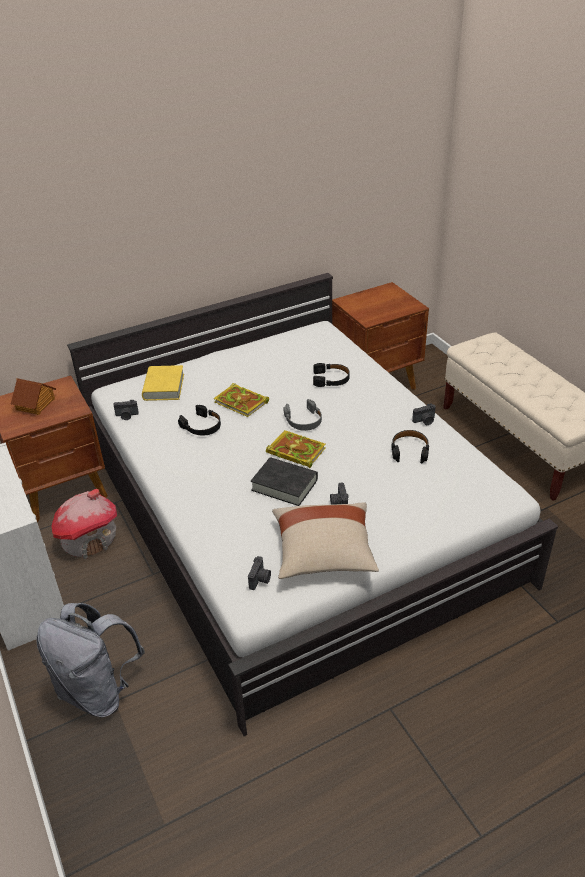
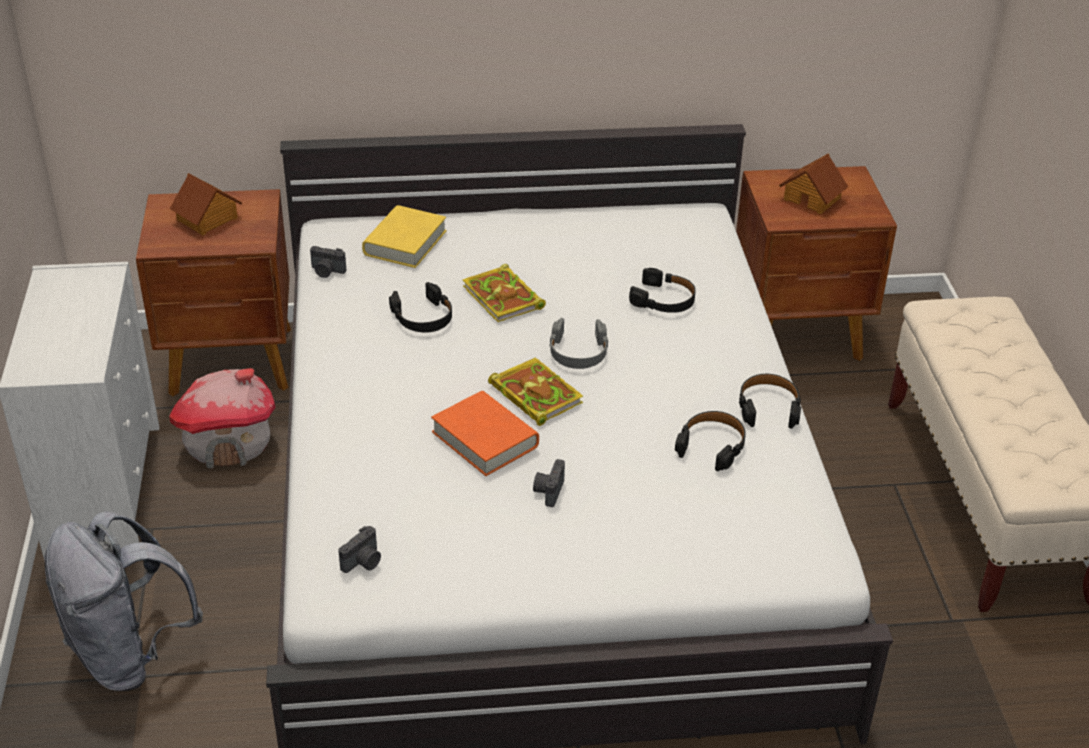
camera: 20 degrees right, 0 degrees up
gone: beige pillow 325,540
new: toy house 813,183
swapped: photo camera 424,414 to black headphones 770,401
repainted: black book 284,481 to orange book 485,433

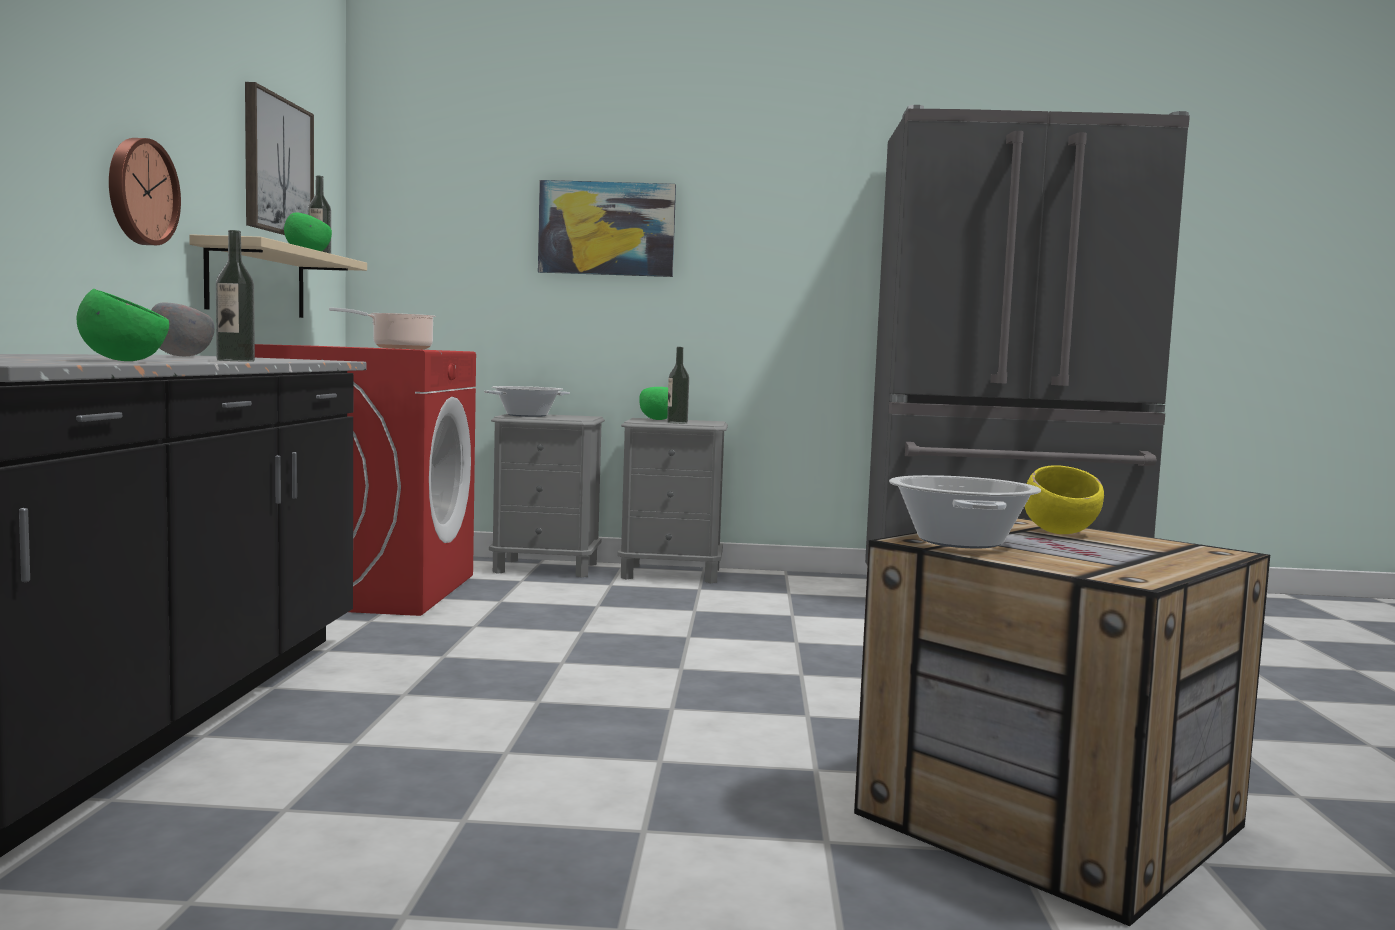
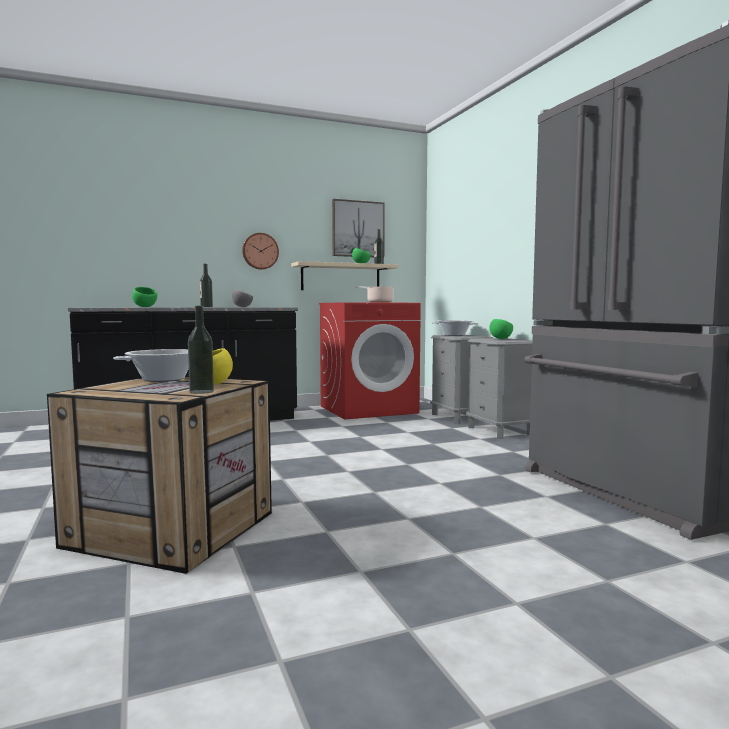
camera: 65 degrees right, 0 degrees up
gone: picture 607,228
shifted: bottle 678,385 to 201,350

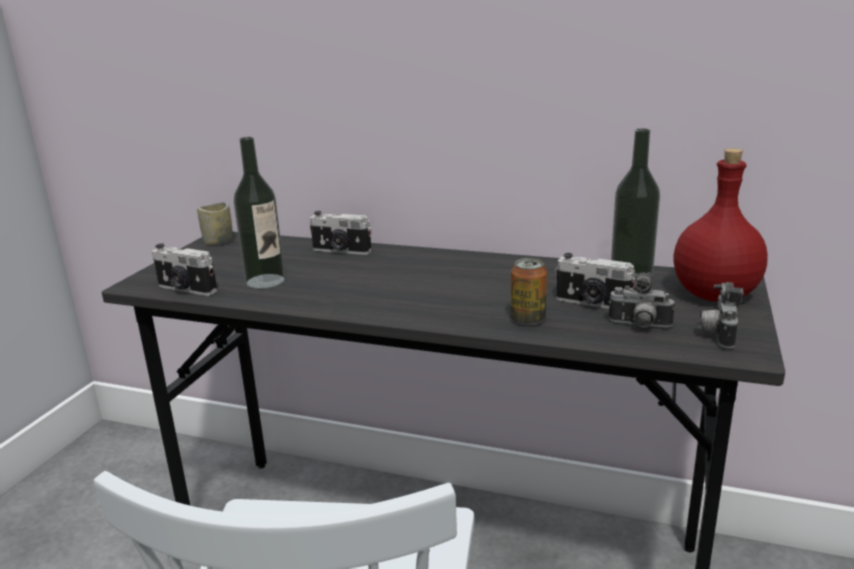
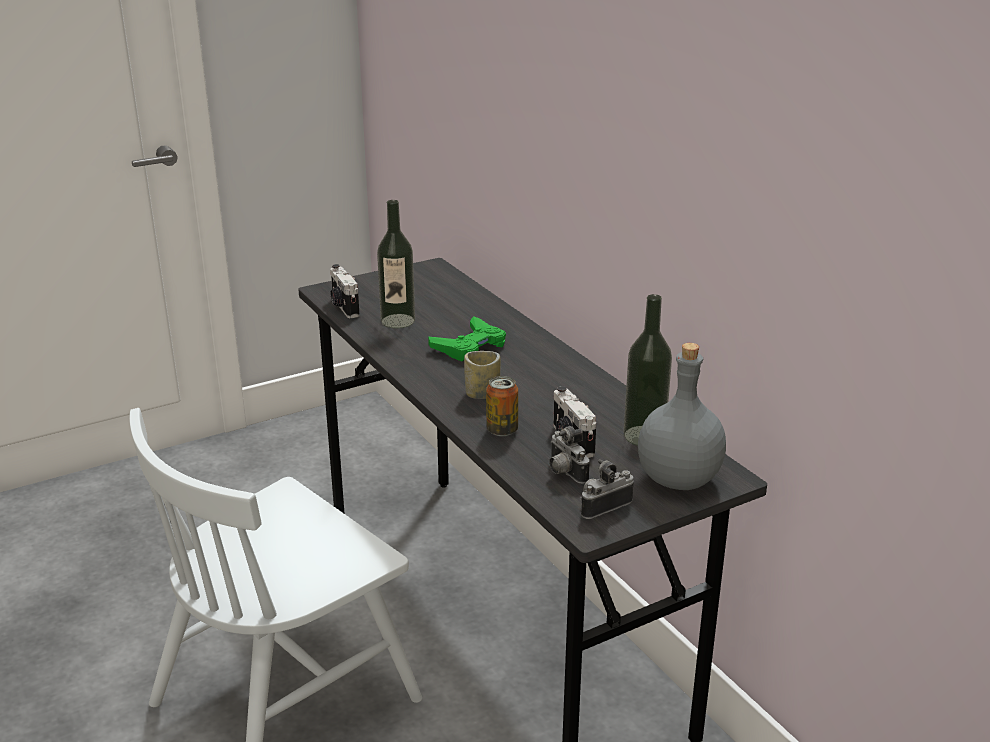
camera: 40 degrees right, 5 degrees up
gone: photo camera 340,233
new: green game controller 467,338
shifted: cup 215,223 to 482,375
repainted: red bottle 721,225 to grey bottle 682,416

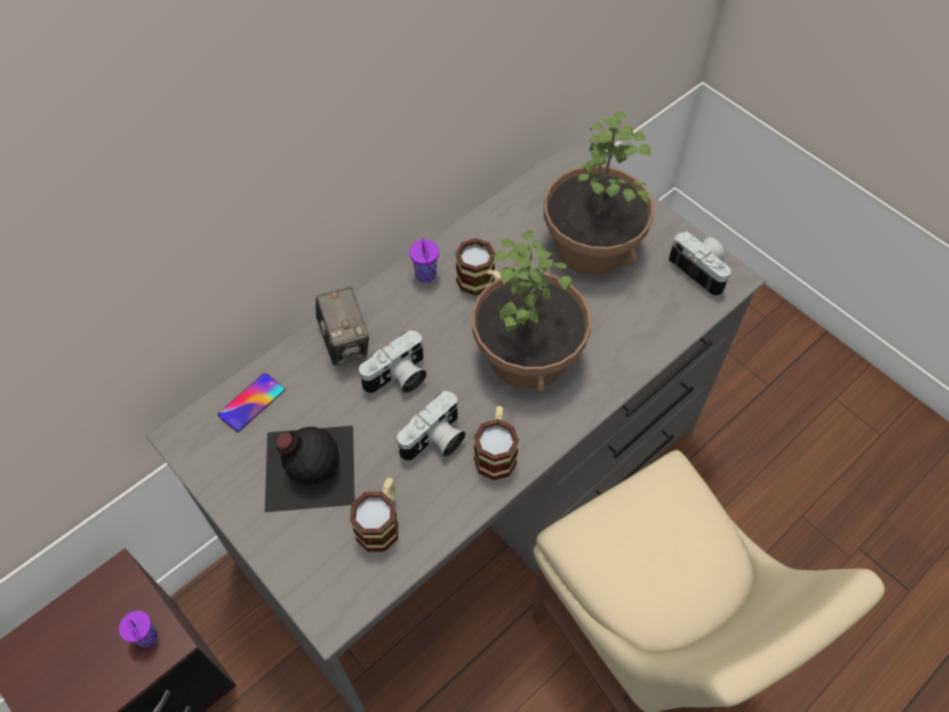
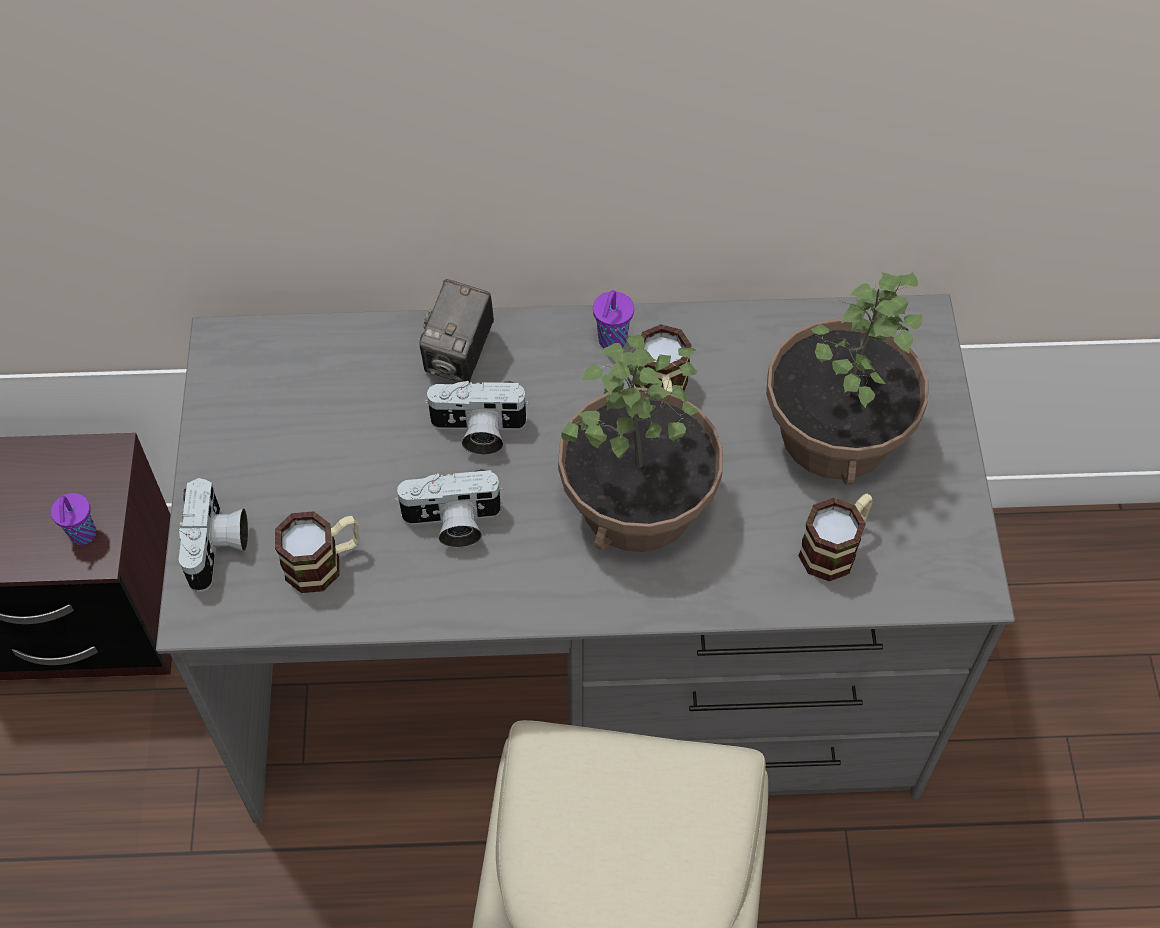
camera: 40 degrees right, 0 degrees up
gone: phone 251,402; black bottle 310,469
shifted: photo camera 700,264 to 213,535; mug 496,443 to 835,537

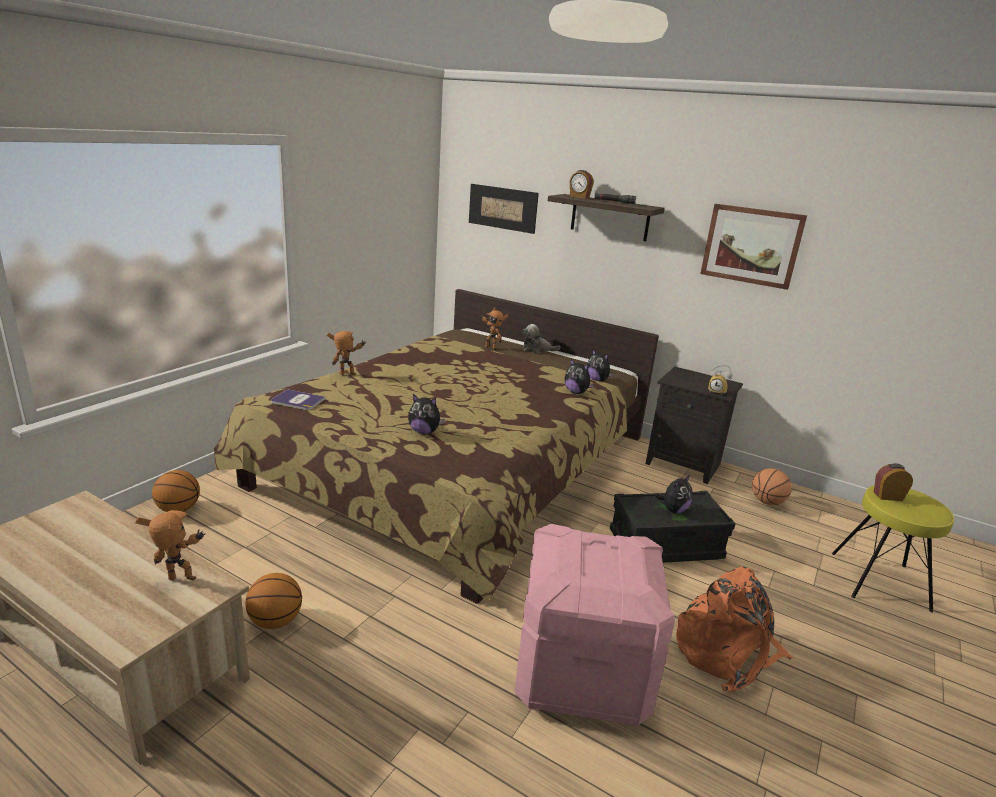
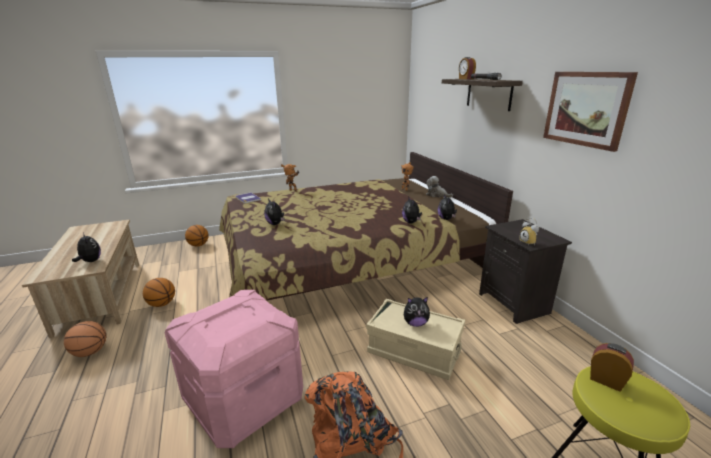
camera: 40 degrees right, 0 degrees up
gone: picture 504,209
shifted: basketball 772,486 to 85,339
swapped: toy robot 170,545 to plush toy 86,247
repainted: black storage box 673,527 to beige storage box 415,339

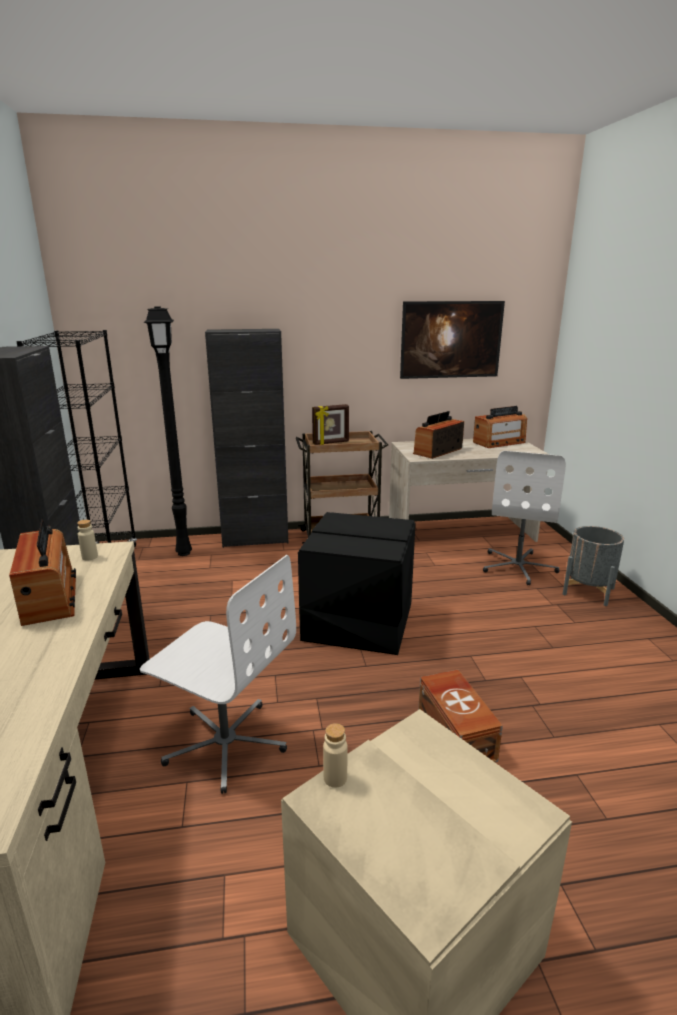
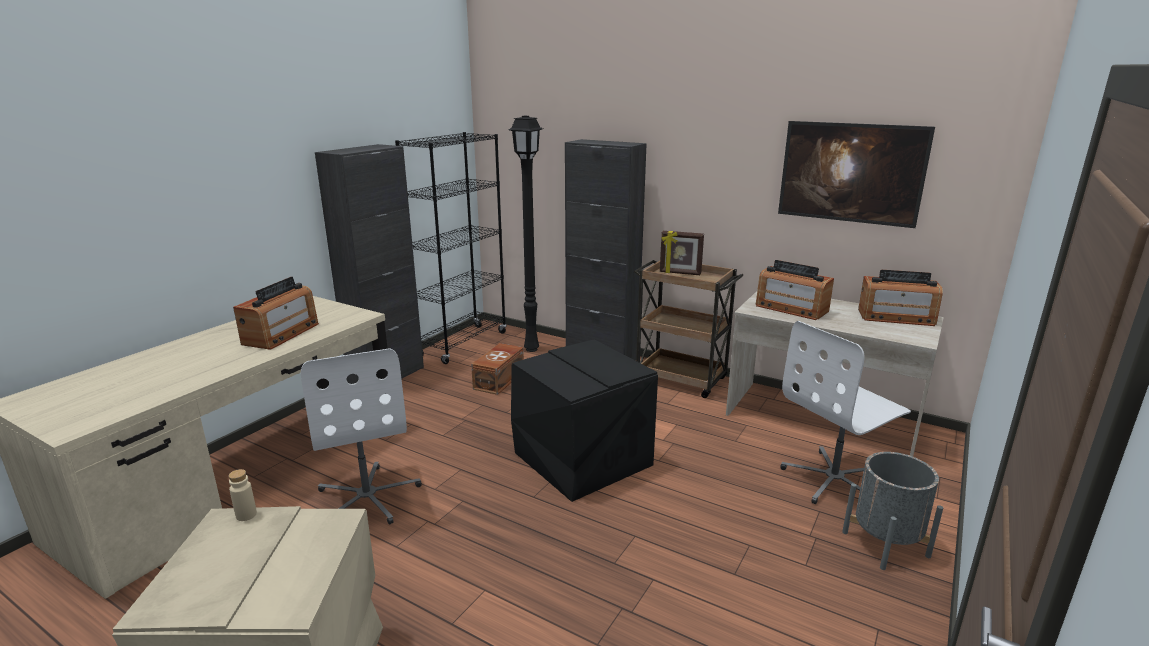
camera: 40 degrees right, 0 degrees up
gone: beige bottle 87,540
shifted: brown storage box 460,716 to 497,369
rotated: radio 438,435 = 795,290 135 degrees counterclockwise

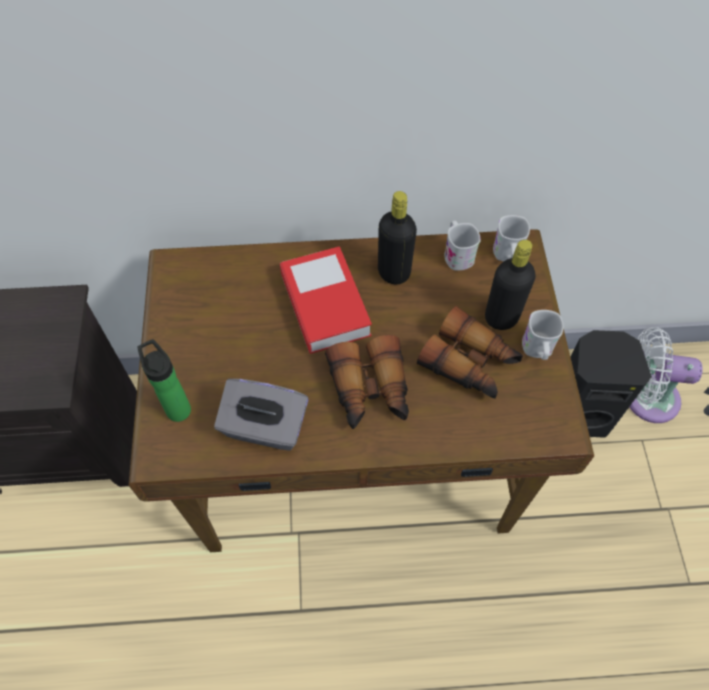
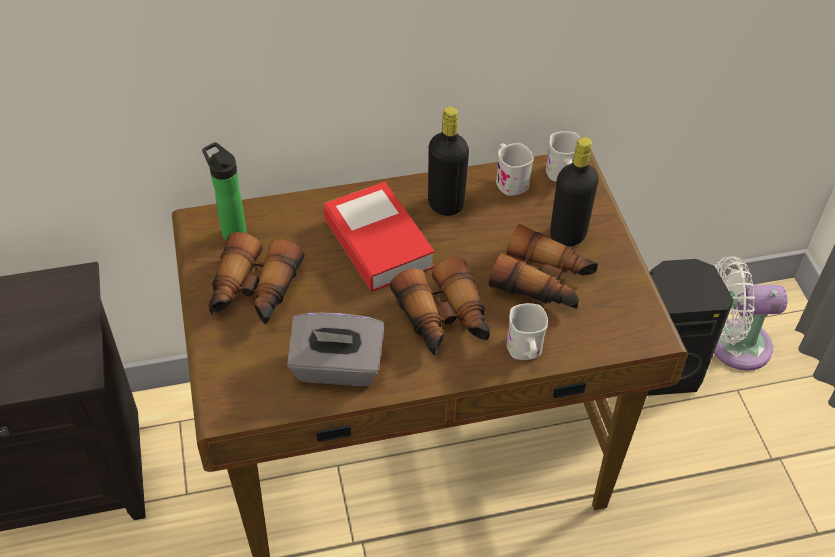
camera: 10 degrees left, 10 degrees down
new: binoculars 256,278
shifted: white mug 542,335 to 527,331; bottle 164,380 to 224,191

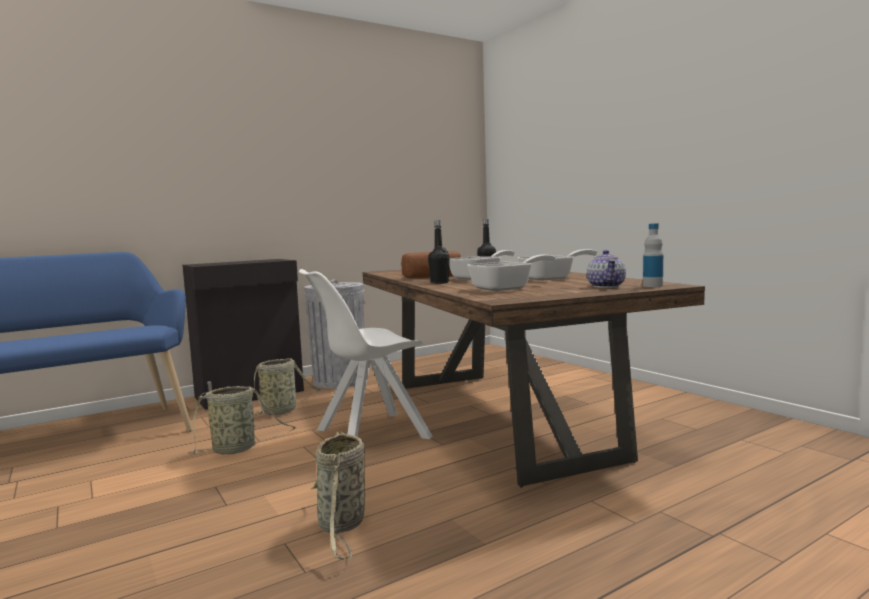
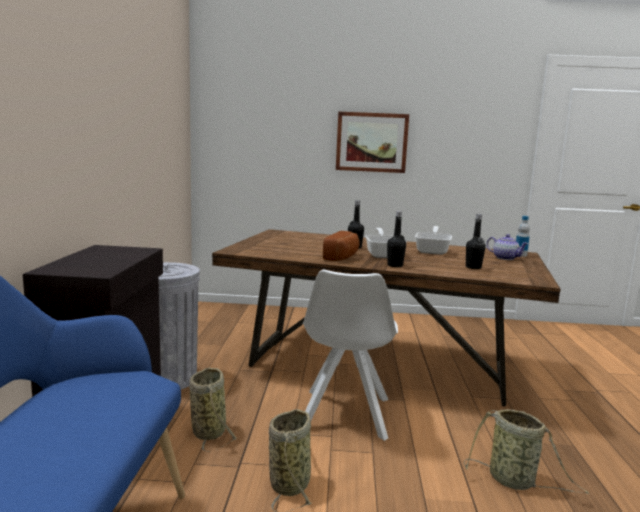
camera: 55 degrees left, 5 degrees up
new: picture 372,142
swapped: frying pan 511,273 to black bottle 476,241

